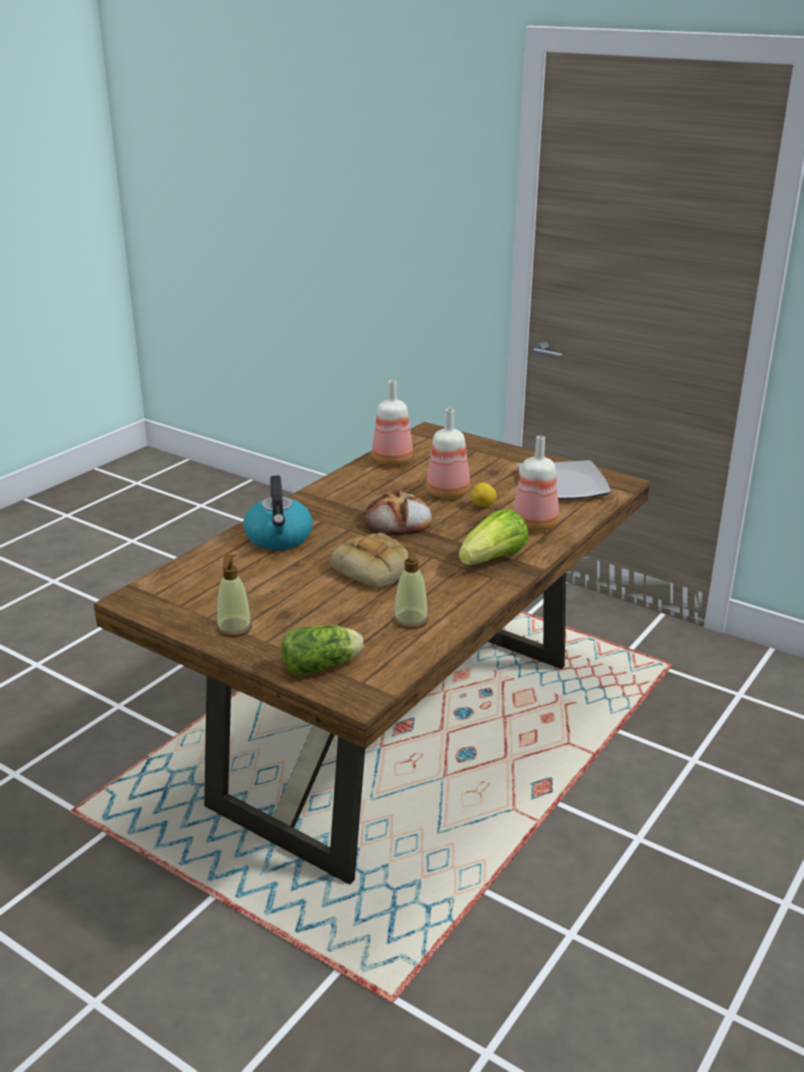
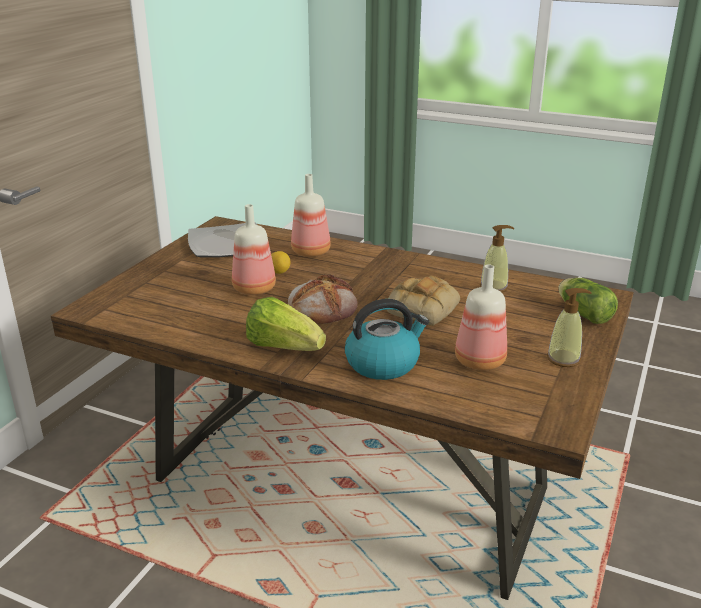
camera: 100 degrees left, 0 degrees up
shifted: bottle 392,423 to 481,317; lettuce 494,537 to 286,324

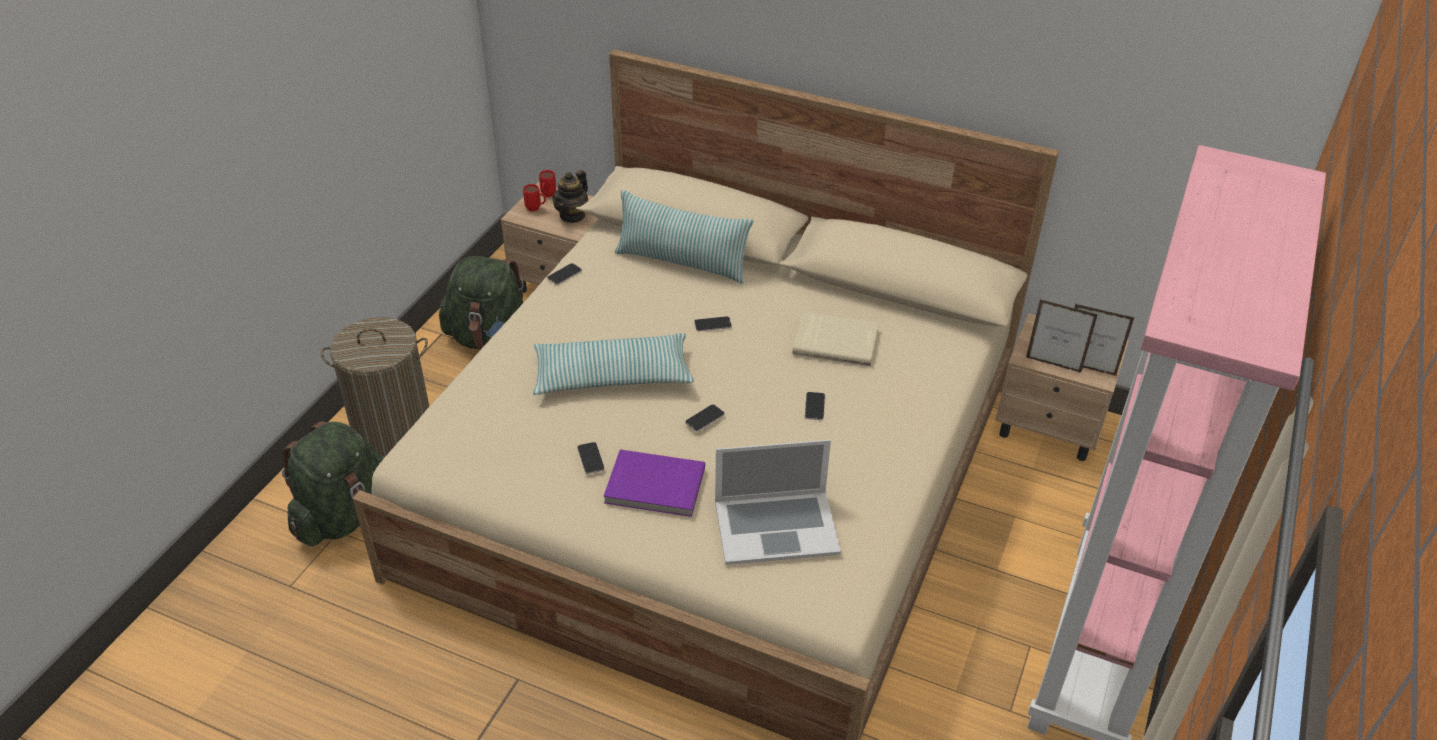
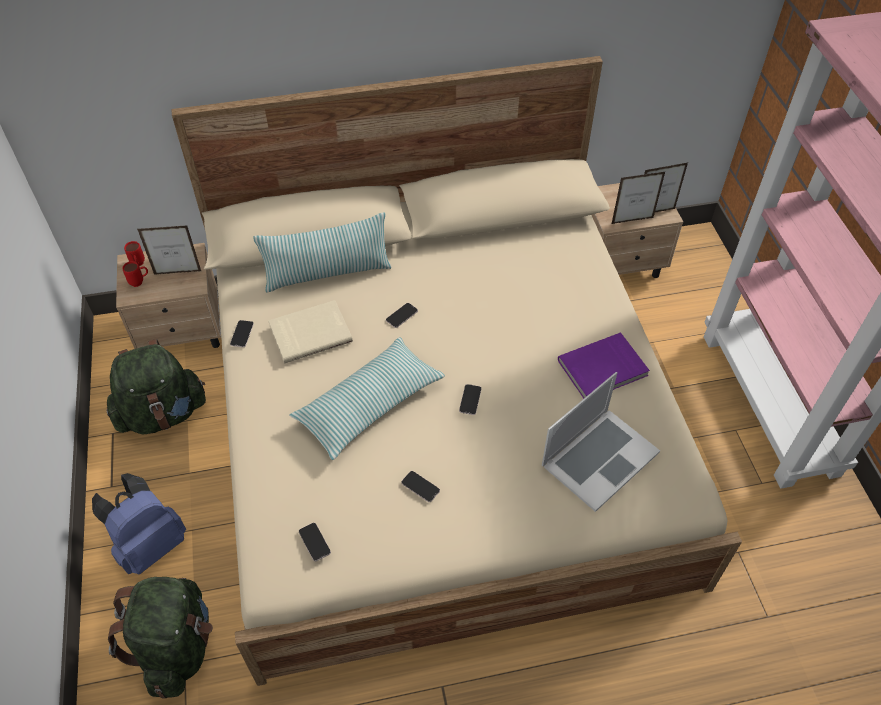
camera: 35 degrees left, 10 degrees up
shifted: beige book 836,338 to 310,332; phone 815,406 to 315,542; purple book 654,483 to 604,365
swapped: teapot 570,196 to picture frame 169,250; laundry basket 375,387 to blue backpack 139,524

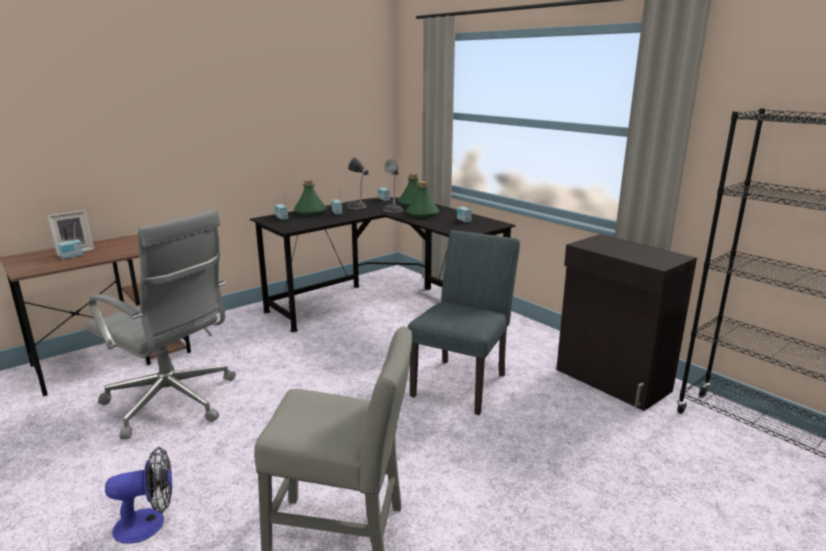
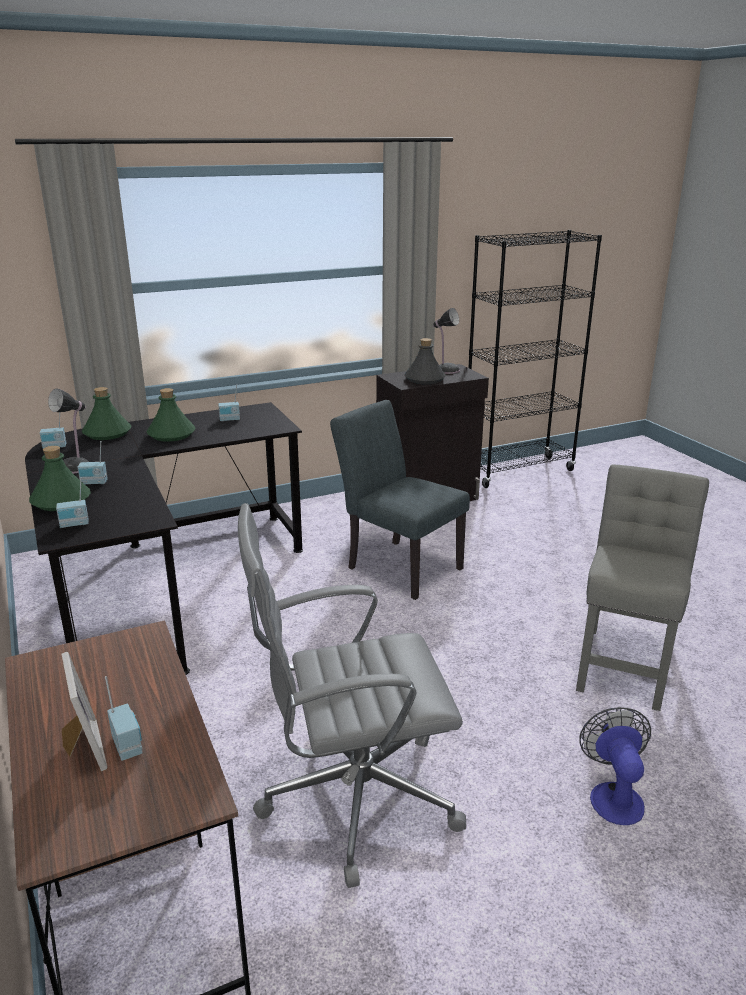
camera: 75 degrees left, 5 degrees up
new: grey bottle 425,361
shifted: table lamp 393,186 to 446,341
rotated: grey office chair 160,324 = 352,695 150 degrees counterclockwise

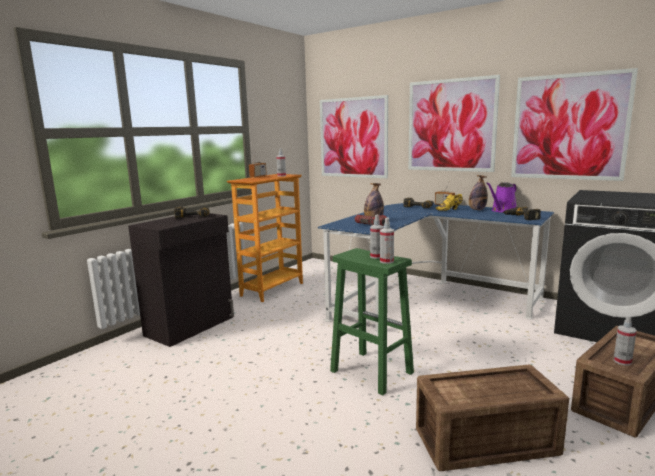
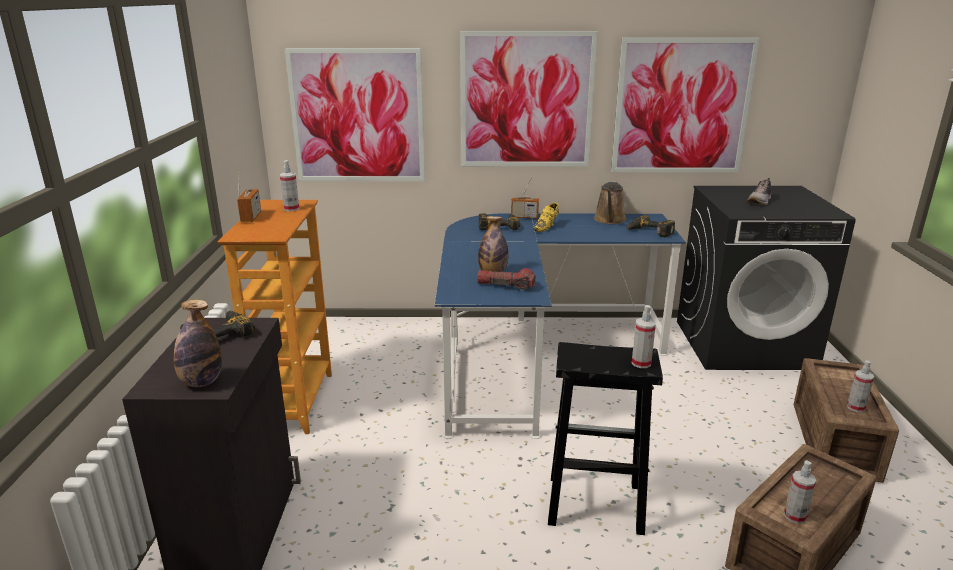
camera: 35 degrees left, 10 degrees up
new: shoe 759,191
shifted: bottle 478,192 to 198,343; spray bottle 376,237 to 800,492
repainted: purple watering can 501,197 to brown watering can 610,202; green stool 372,321 to black stool 605,438

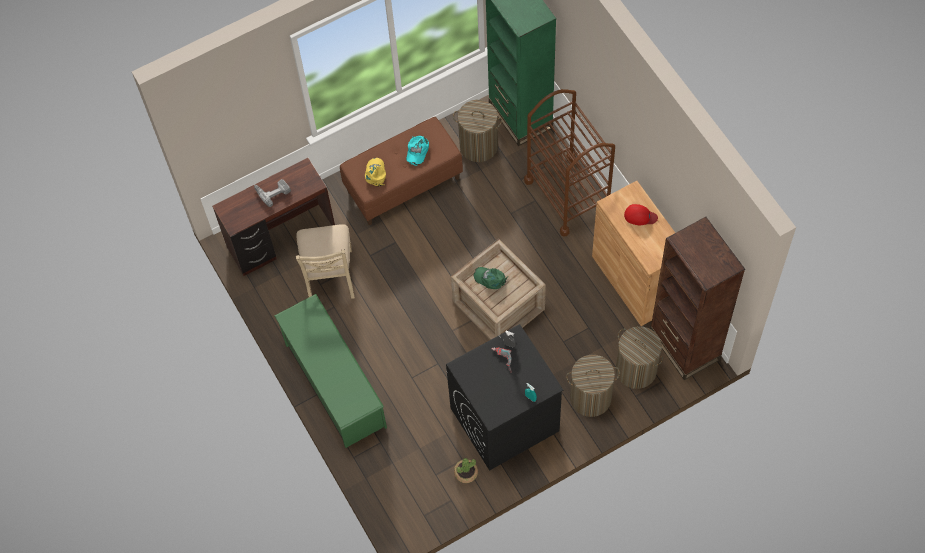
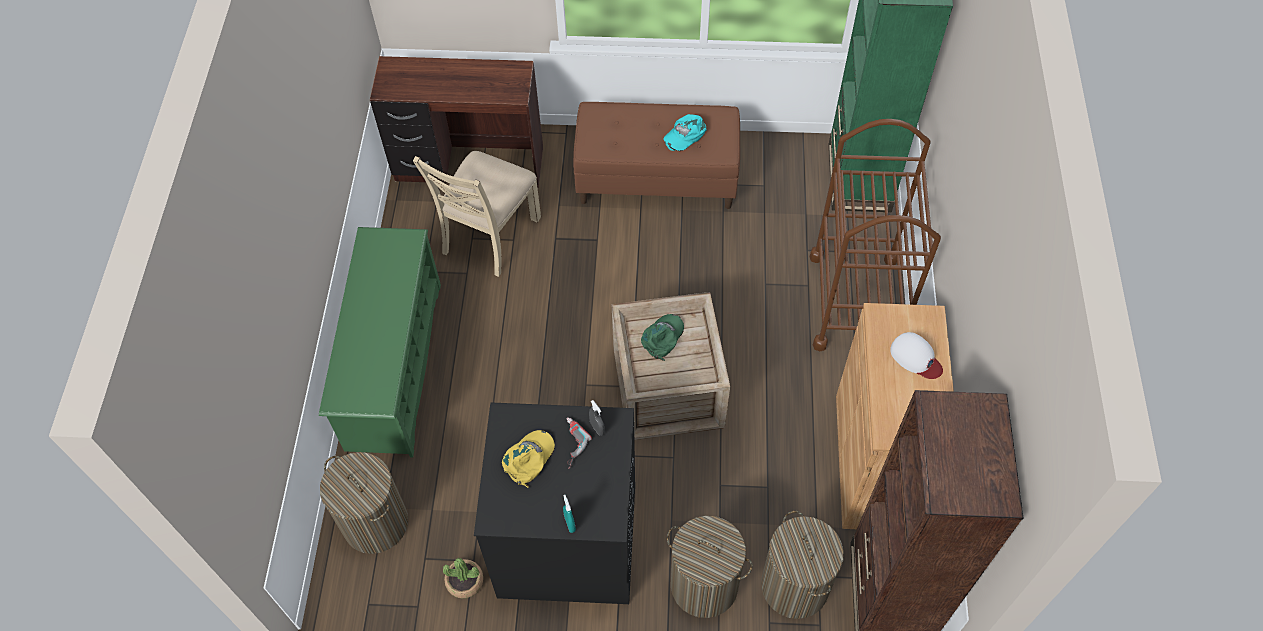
camera: 30 degrees right, 5 degrees down
gone: power drill 272,193
shifted: laundry basket 477,131 to 364,503; yellow cap 375,171 to 528,459
repainted: red cap 641,214 to white cap 916,355
rotated: green cap 490,278 = 662,337 60 degrees clockwise

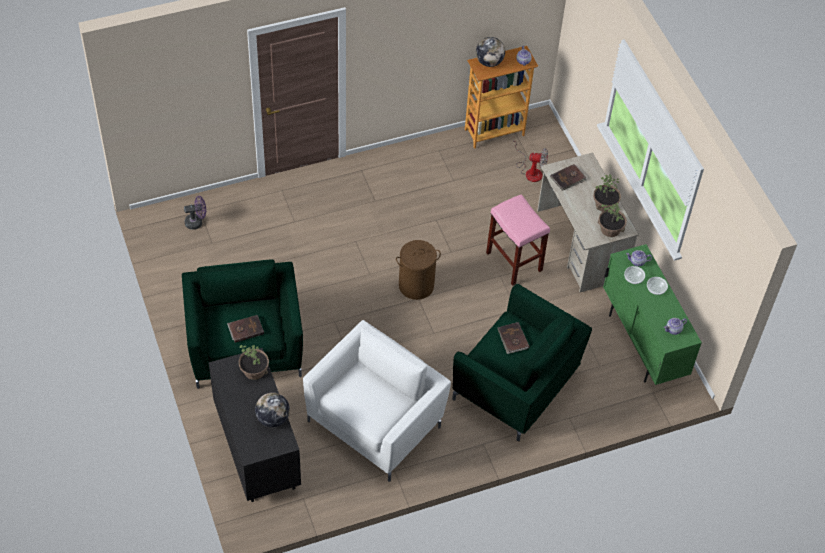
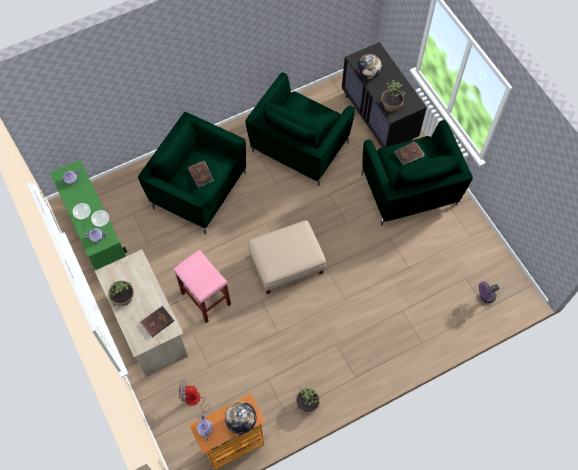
camera: 175 degrees right, 10 degrees up
shifted: potted plant 612,219 to 307,400
swapped: brown laundry basket 418,270 to beige ottoman 287,257
repainted: white armchair 377,401 to green armchair 300,129

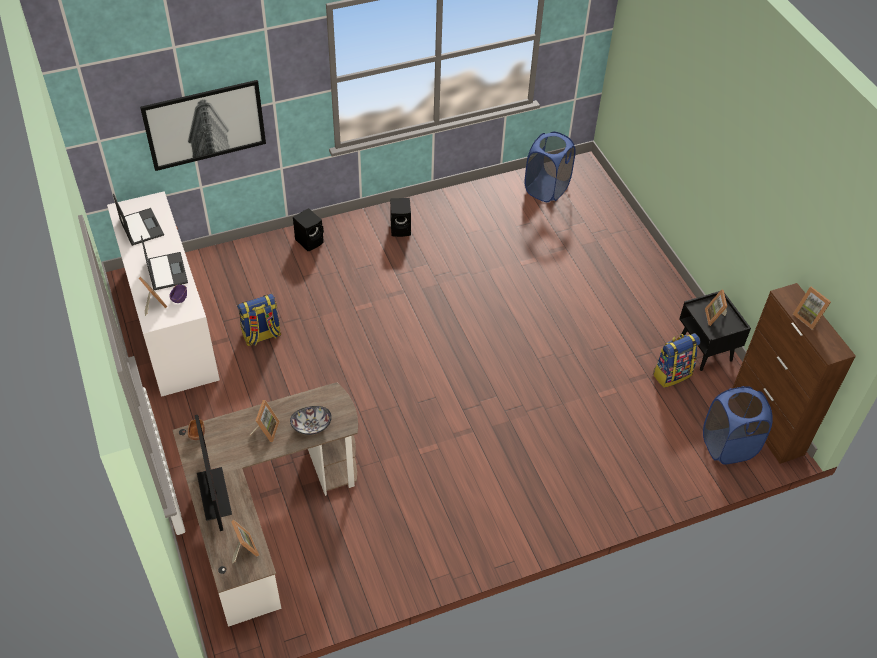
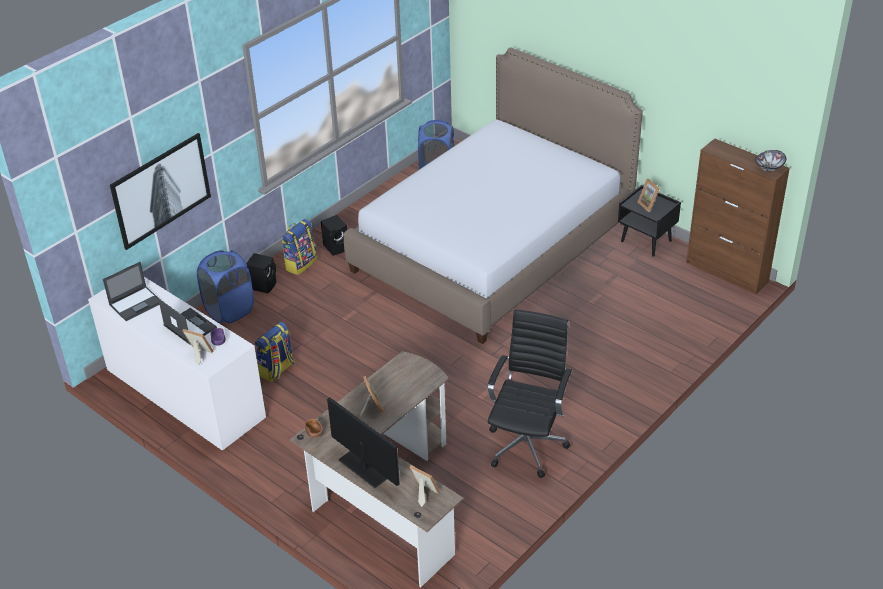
camera: 25 degrees left, 10 degrees down
gone: picture frame 812,308
new: bed 493,196; black office chair 530,394
shifted: backpack 676,360 to 299,247; blue laundry basket 738,425 to 225,286; bowl 311,420 to 770,160
rotated: laptop 138,220 = 131,291 105 degrees clockwise

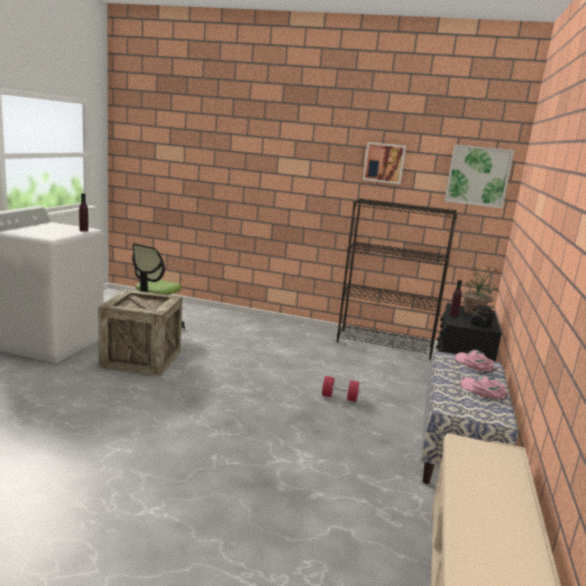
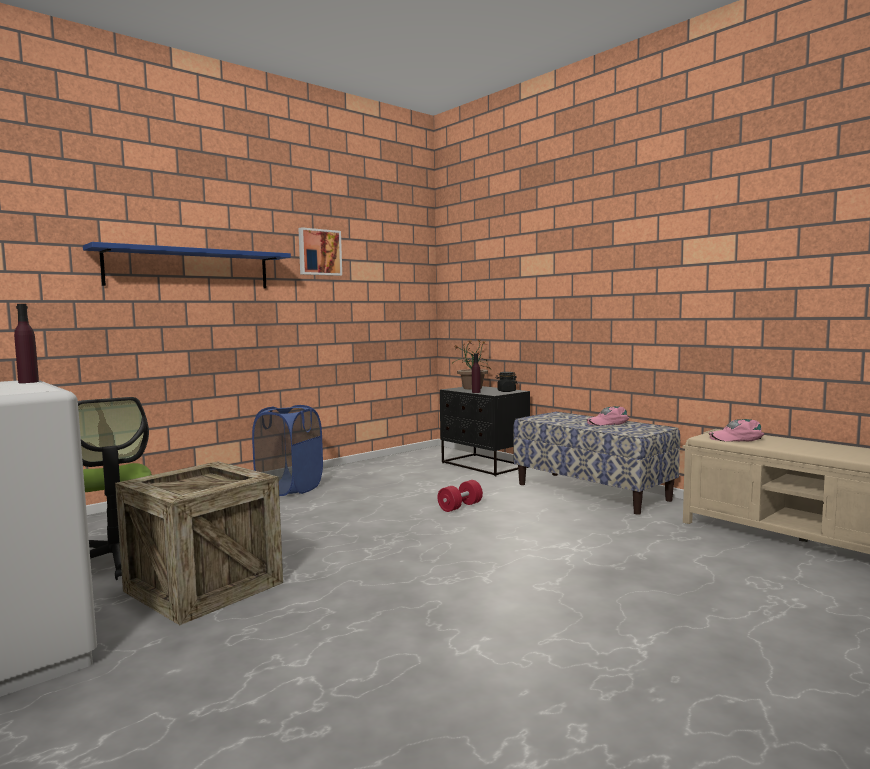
camera: 55 degrees left, 10 degrees down
gone: picture 479,176; black bookcase 397,278
new: blue shelf 187,265; blue laundry basket 287,450
shifted: pink cap 476,361 to 736,430

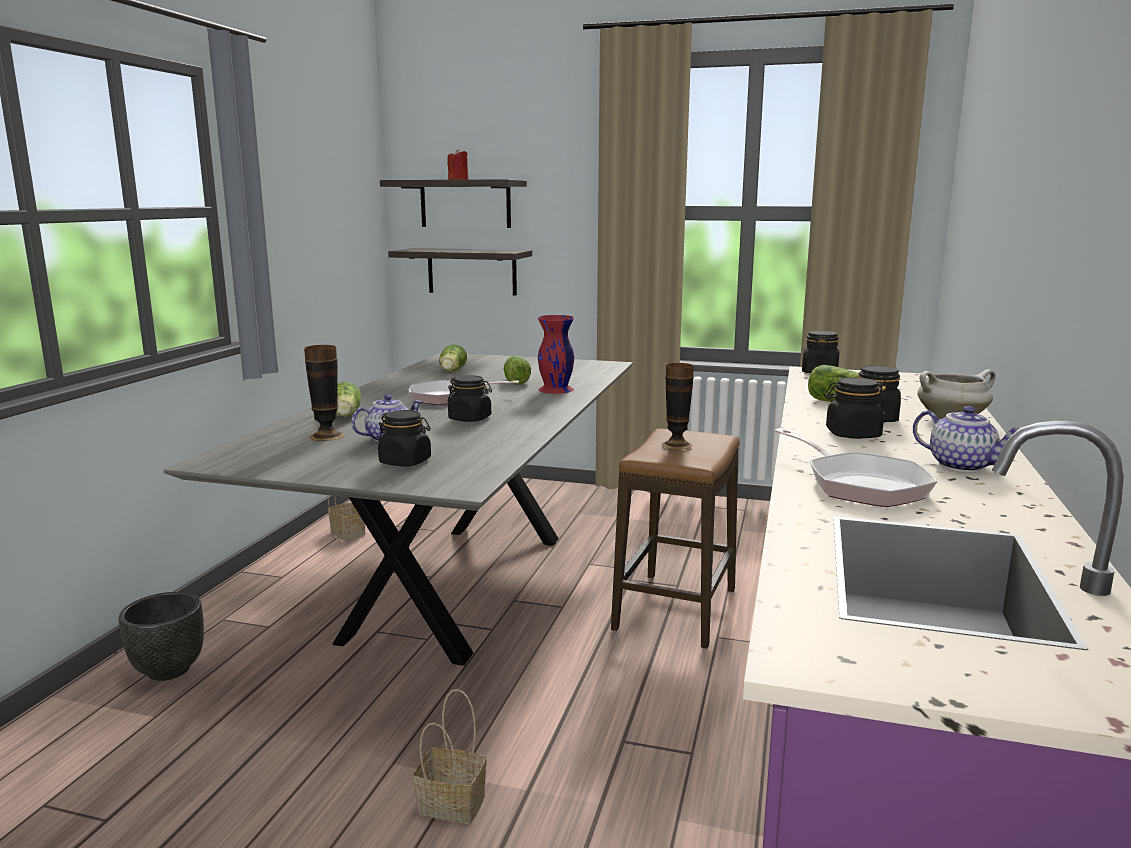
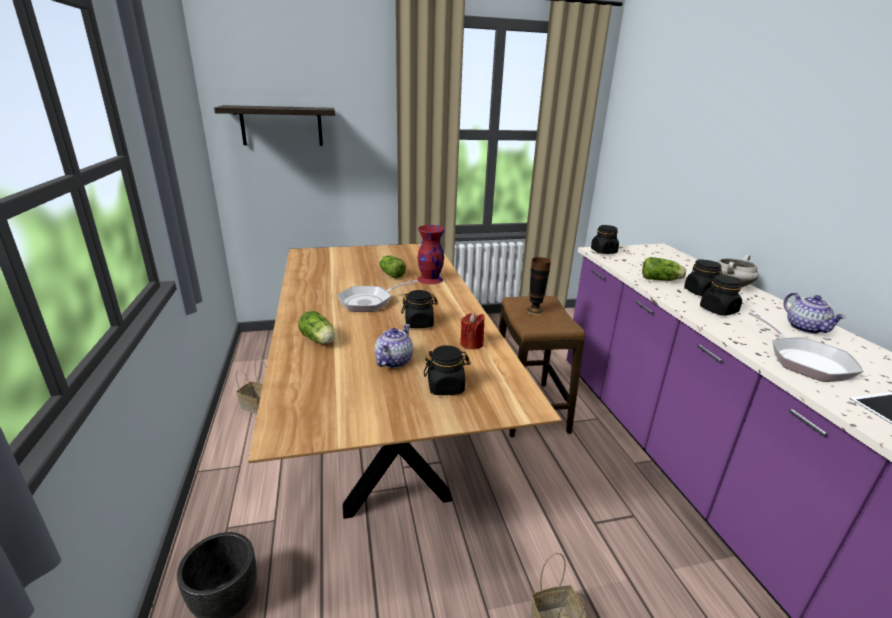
camera: 30 degrees left, 10 degrees up
gone: shelf 460,272; vase 324,393; lettuce 453,358
shifted: red candle 457,164 to 472,330
repainted: grey dining table 398,509 to brown dining table 405,381
rotated: teapot 965,439 = 814,313 60 degrees clockwise; frying pan 855,467 = 806,347 45 degrees clockwise

